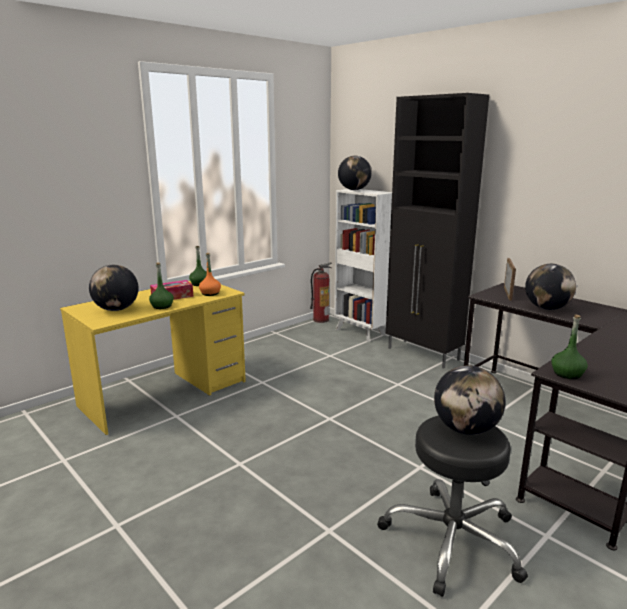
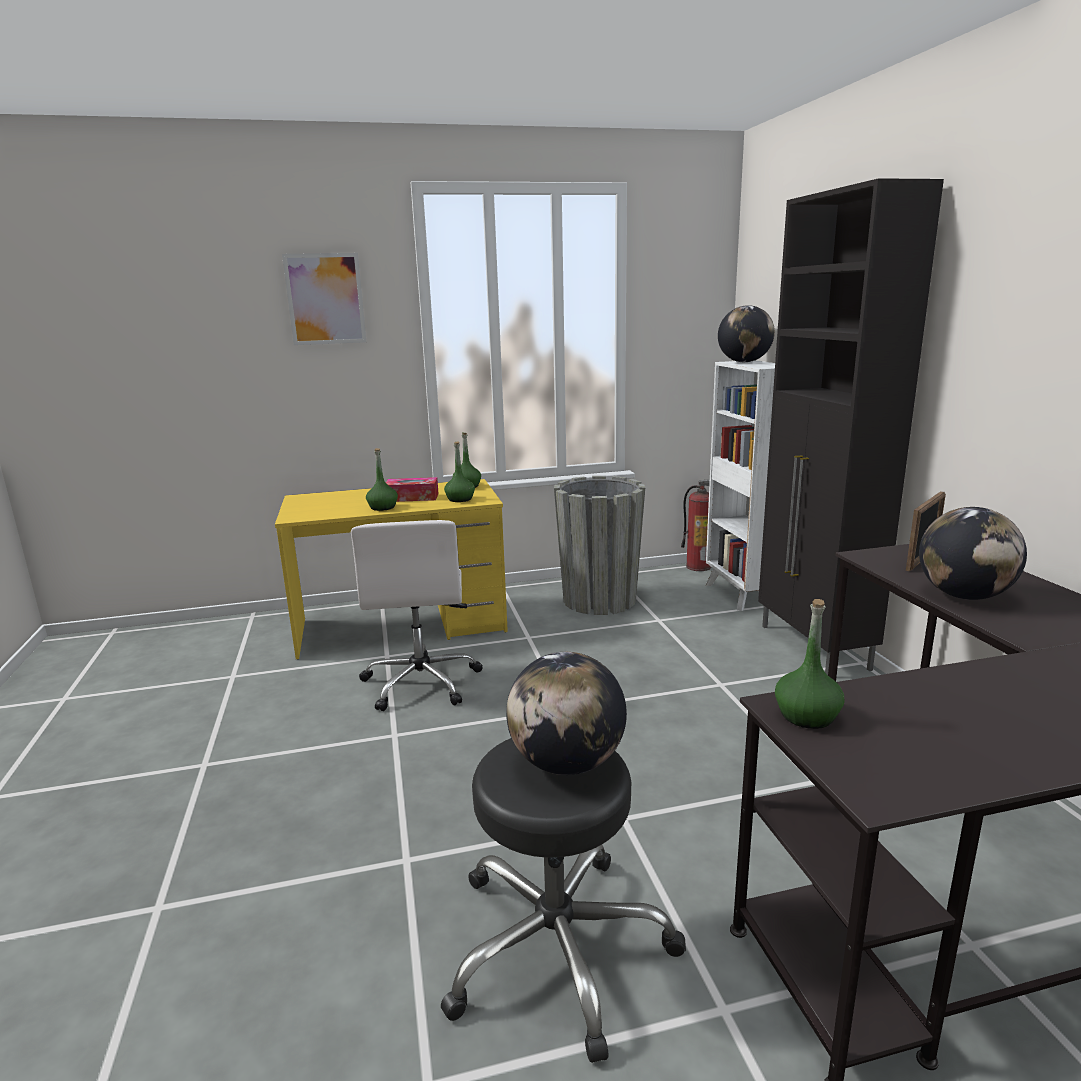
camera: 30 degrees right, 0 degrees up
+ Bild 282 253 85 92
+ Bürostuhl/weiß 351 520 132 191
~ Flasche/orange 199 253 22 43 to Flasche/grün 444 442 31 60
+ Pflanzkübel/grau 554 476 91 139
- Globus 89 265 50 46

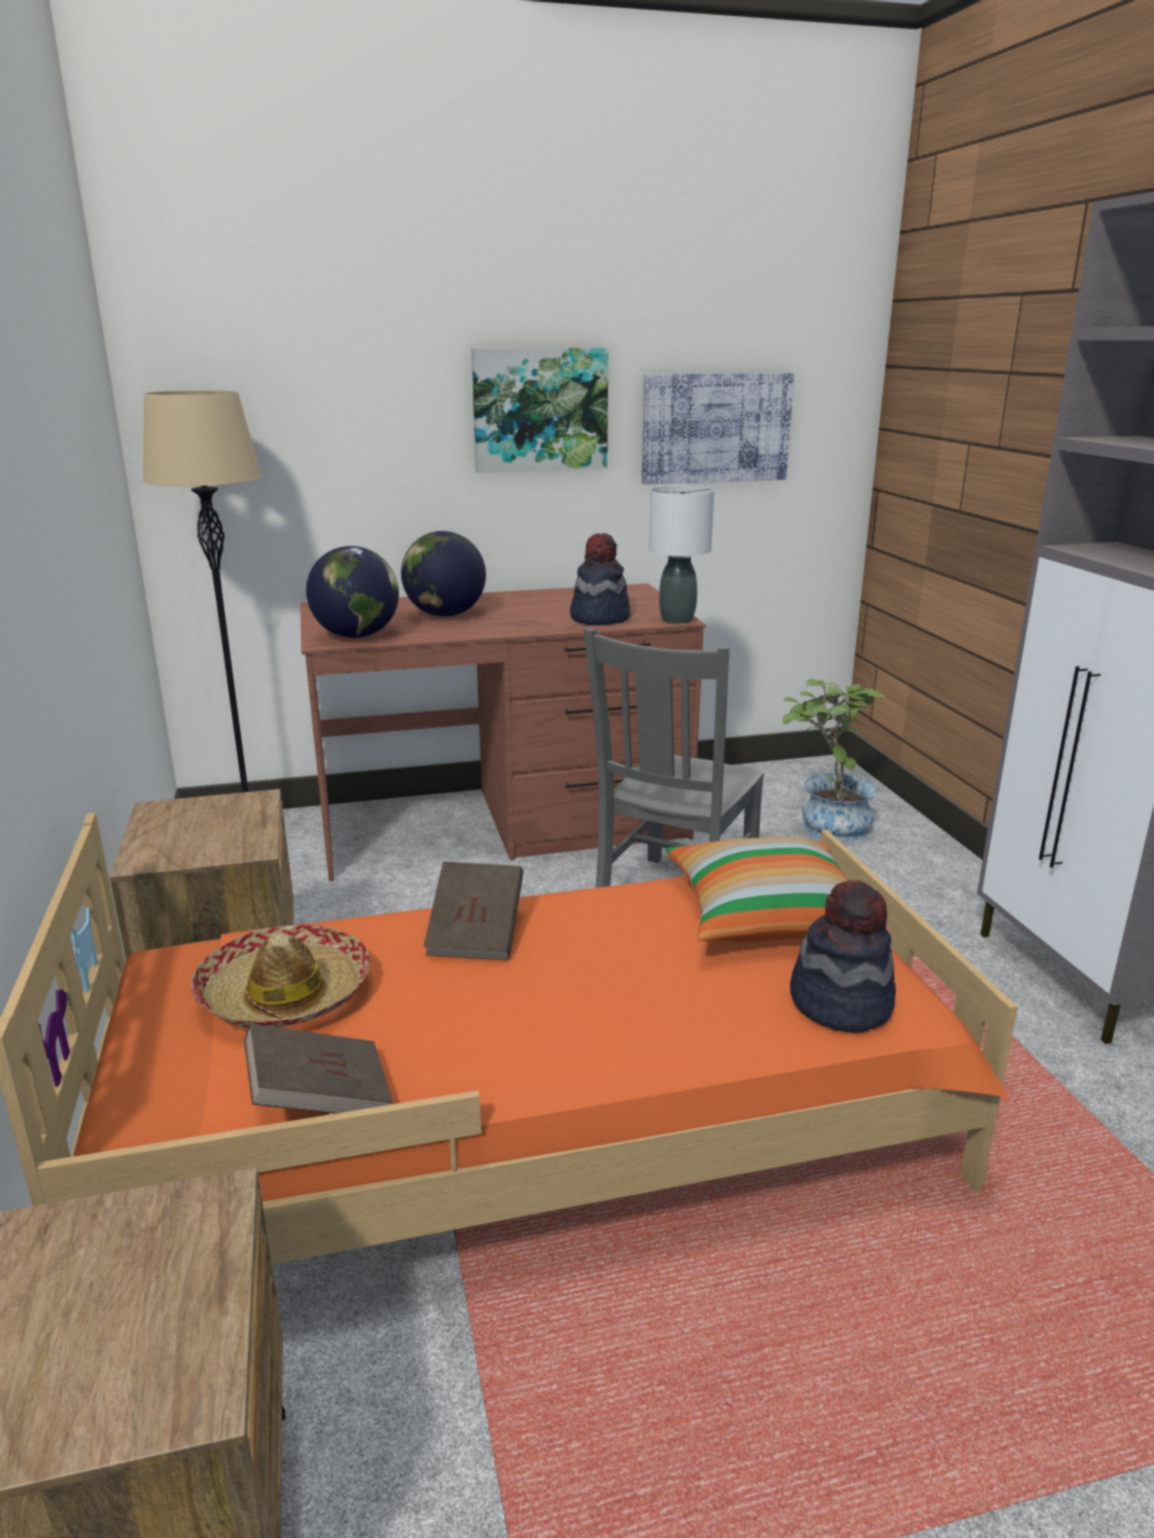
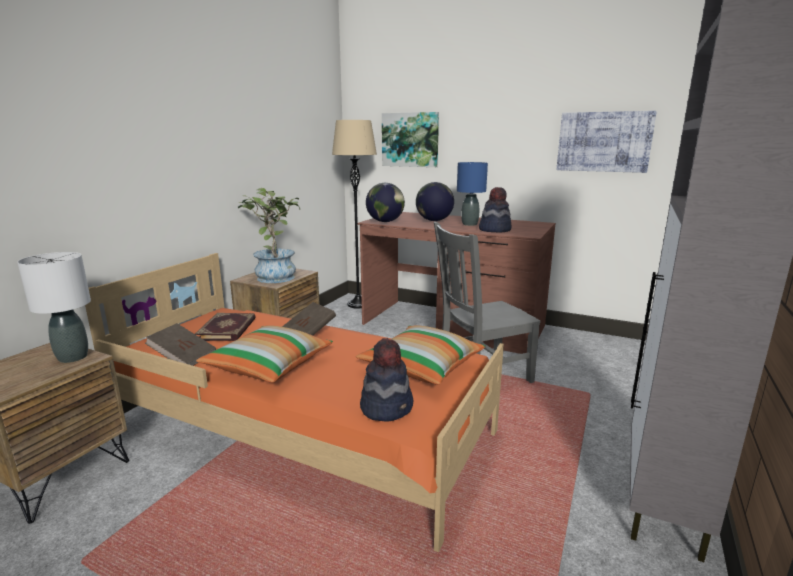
camera: 40 degrees right, 5 degrees down
~ Tischlampe/weiß 649 485 65 139 to 17 252 74 111
~ Hut 191 925 179 103 to Buch 195 313 61 28
+ Kissen 196 325 137 58
~ Topfpflanze 782 679 103 164 to 238 188 62 95
~ Bild 471 348 138 125 to 382 112 57 55
+ Tischlampe/blau 457 162 31 64

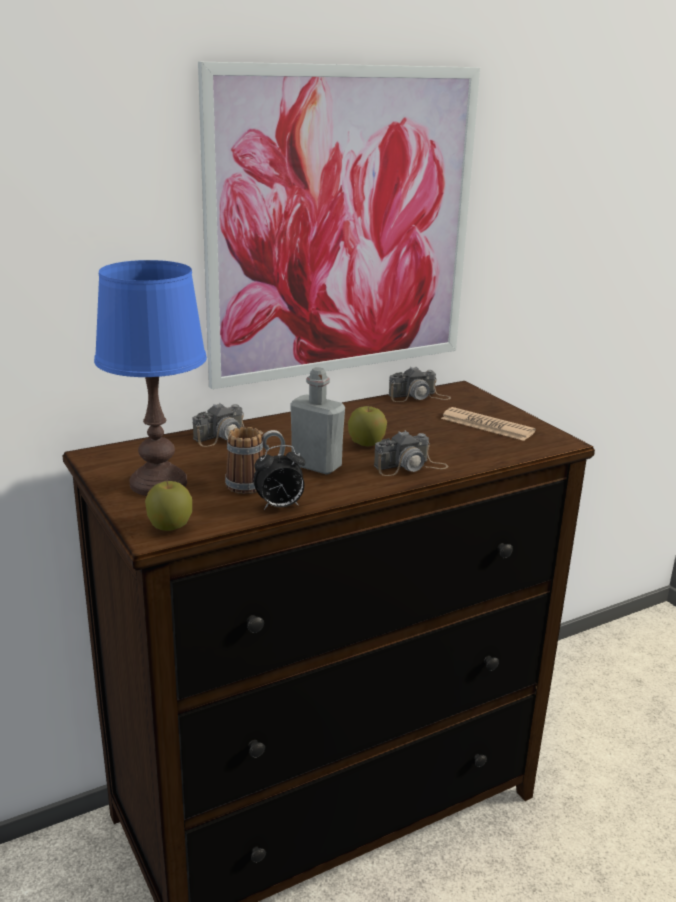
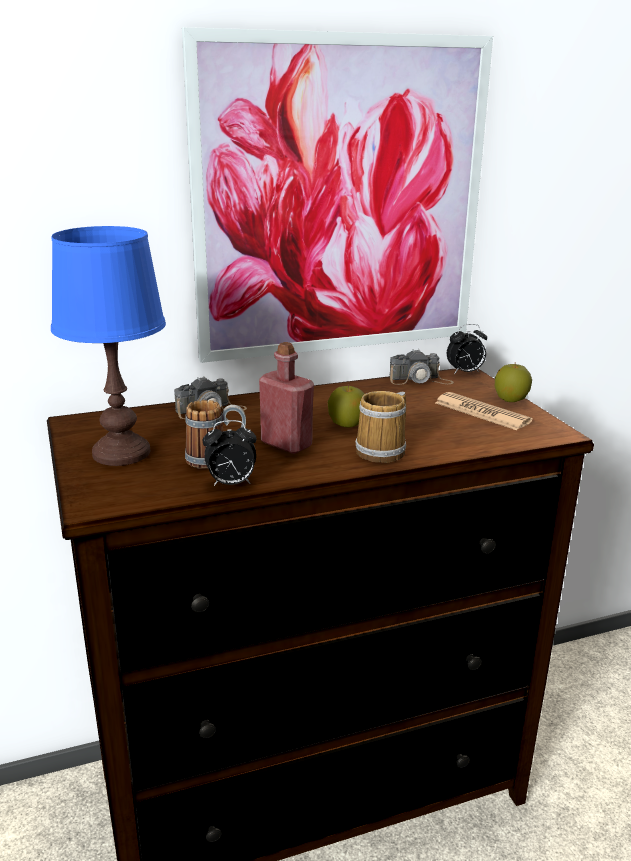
camera: 10 degrees right, 0 degrees up
~ Flasche/grau 290 367 55 108 to Flasche/rot 259 342 55 112
~ Kamera 374 431 75 45 to Henkelbecher 355 391 51 72
+ Wecker 447 324 40 50
~ Apfel 145 481 47 50 to 495 362 37 40

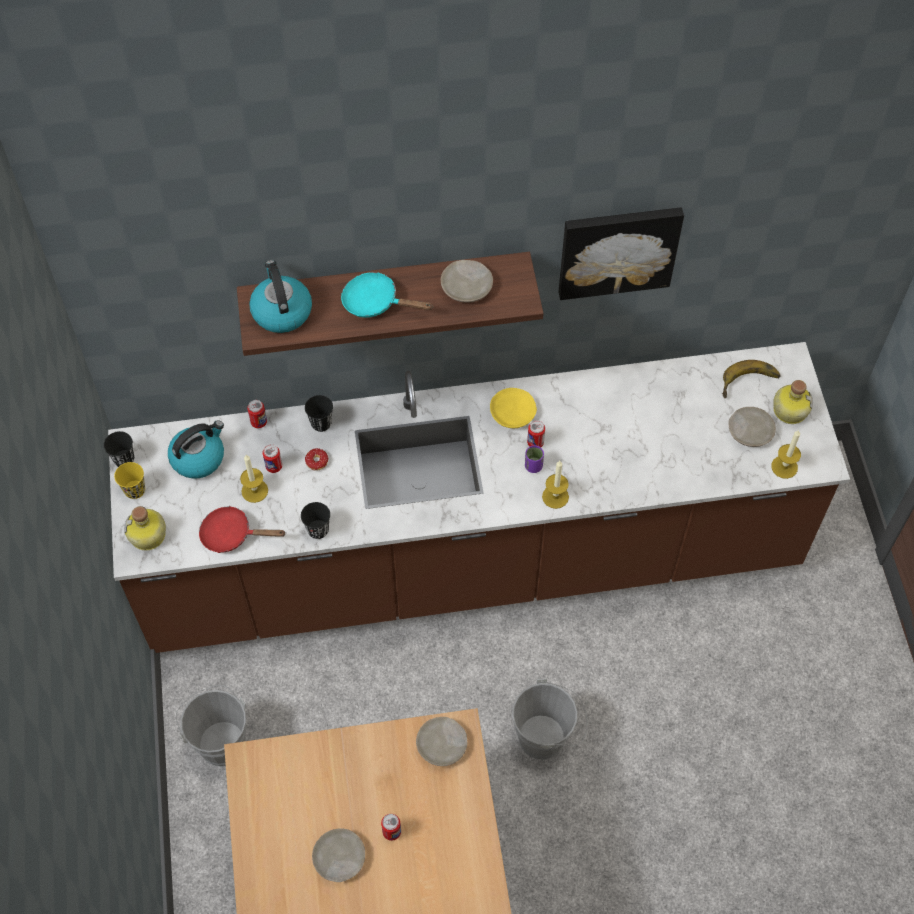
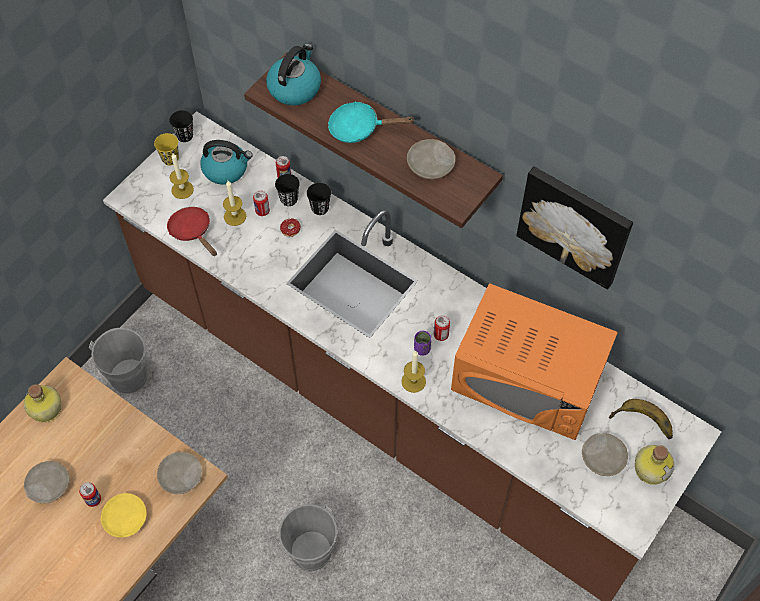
camera: 45 degrees right, 0 degrees up
~ Flasche 124 506 42 45 to 24 384 37 38
~ Teller/gelb 490 388 47 40 to 101 493 46 45
~ Kerze 771 430 30 49 to 169 153 25 46
~ Tasse/schwarz 301 502 29 37 to 275 174 25 32
~ Pfanne/türkis 341 272 93 46 = 328 102 87 41 60 degrees counterclockwise
+ Mikrowelle/orange 451 283 167 157

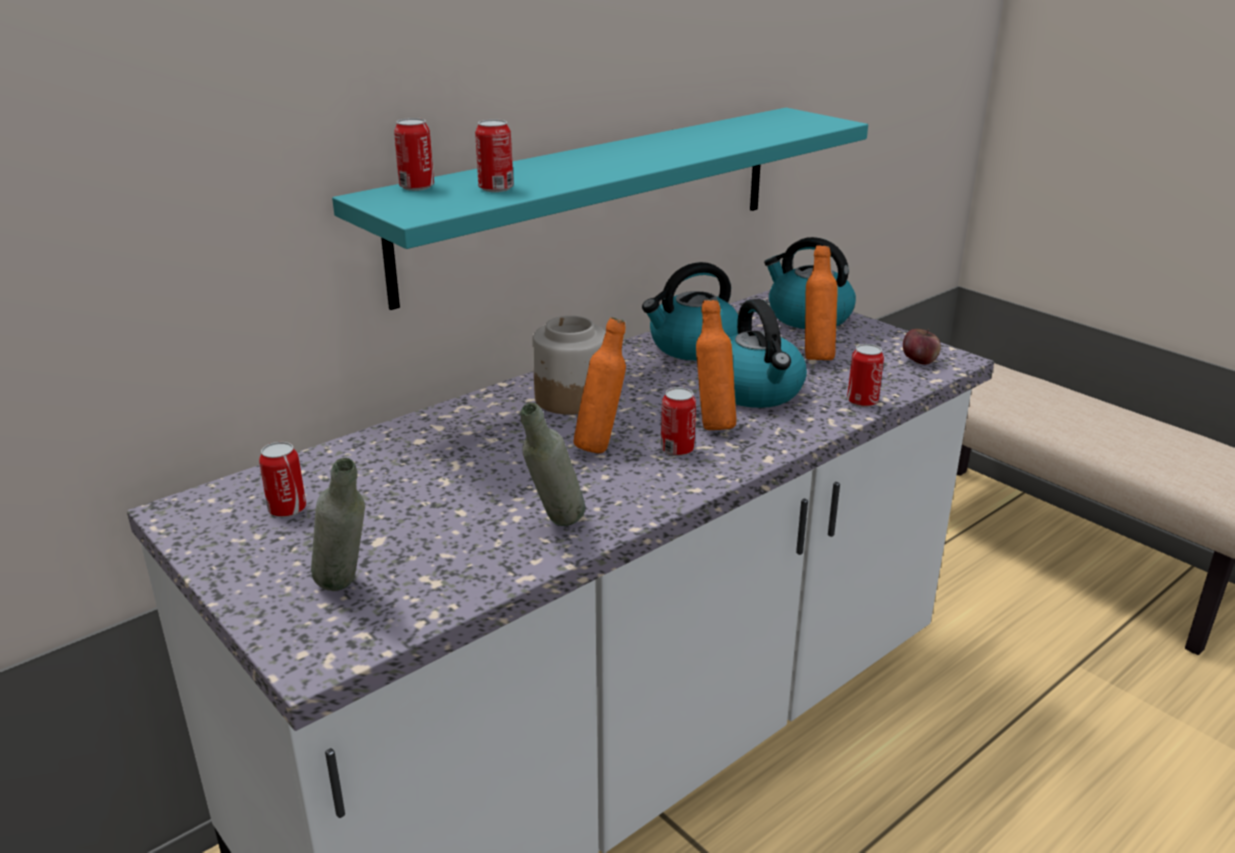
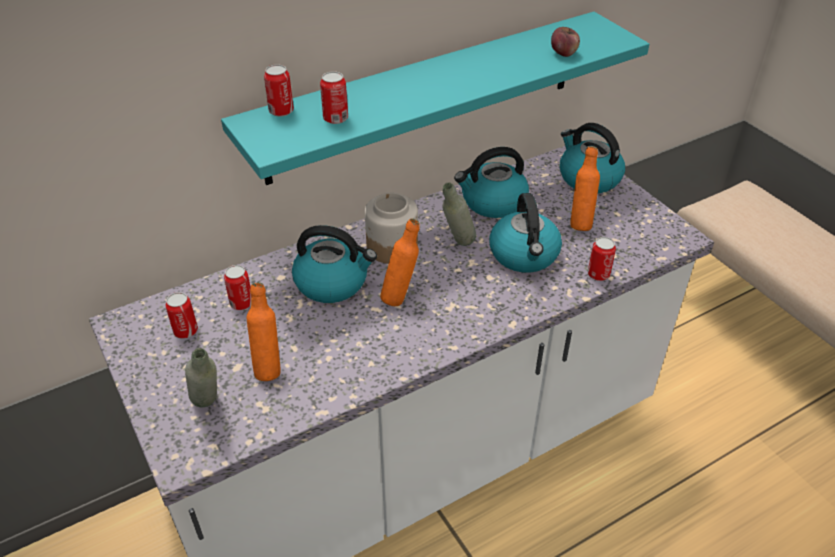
camera: 10 degrees right, 15 degrees up
~ Dose 661 387 35 69 to 224 265 27 45
~ Flasche/orange 696 300 40 130 to 247 282 34 99
+ Wasserkessel 292 225 85 78
~ Flasche/grau 521 403 64 123 to 443 182 33 64
~ Apfel 903 329 38 36 to 551 27 29 30

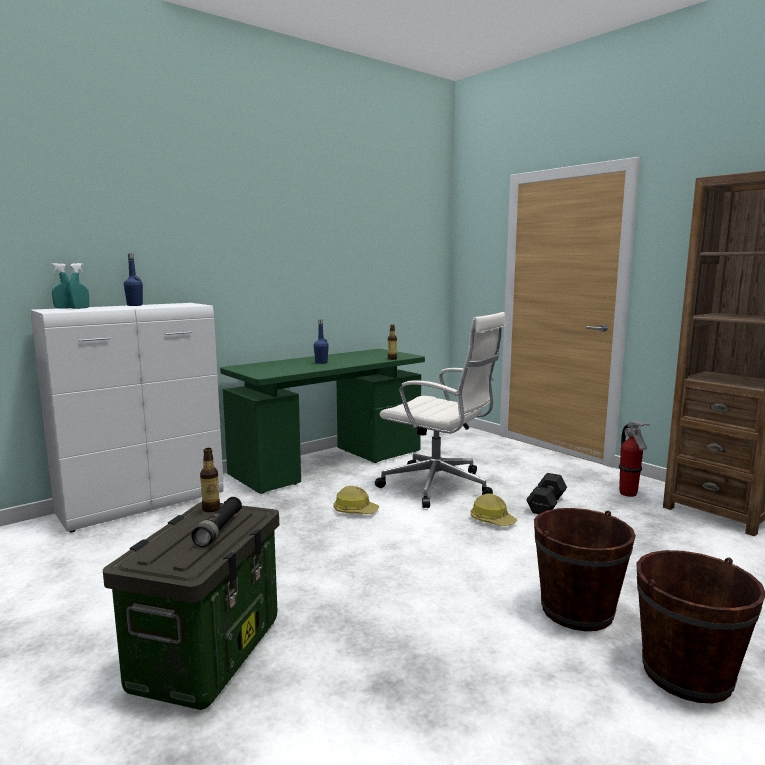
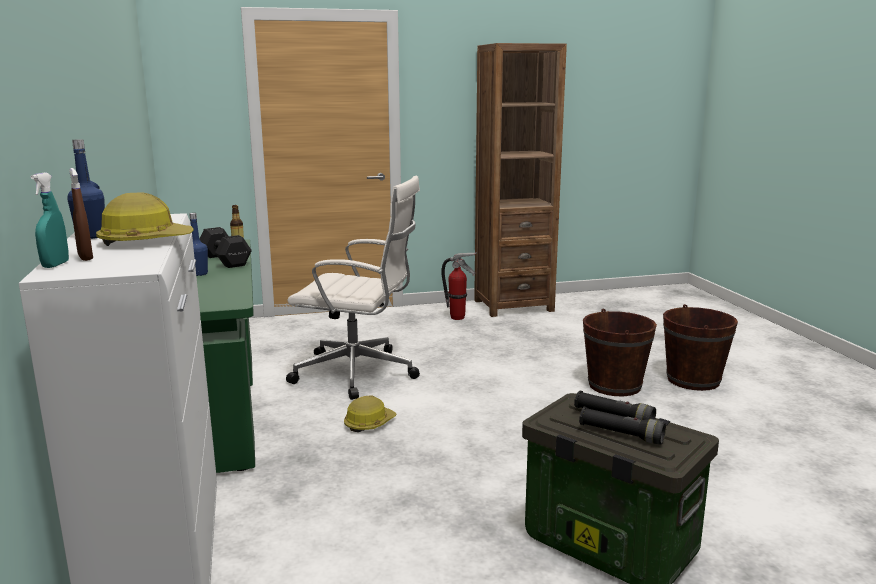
camera: 65 degrees left, 5 degrees up
~ Sprühflasche/türkis 69 263 20 46 to Sprühflasche/braun 69 168 24 93
~ Schutzhelm 471 494 46 32 to 96 192 98 54
~ Hantel/schwarz 526 473 41 41 to 200 227 52 41
~ Bürostuhl/weiß 375 312 131 196 = 286 176 134 224 45 degrees clockwise
+ Taschenlampe/schwarz 579 407 87 37
- Flasche 200 448 20 64

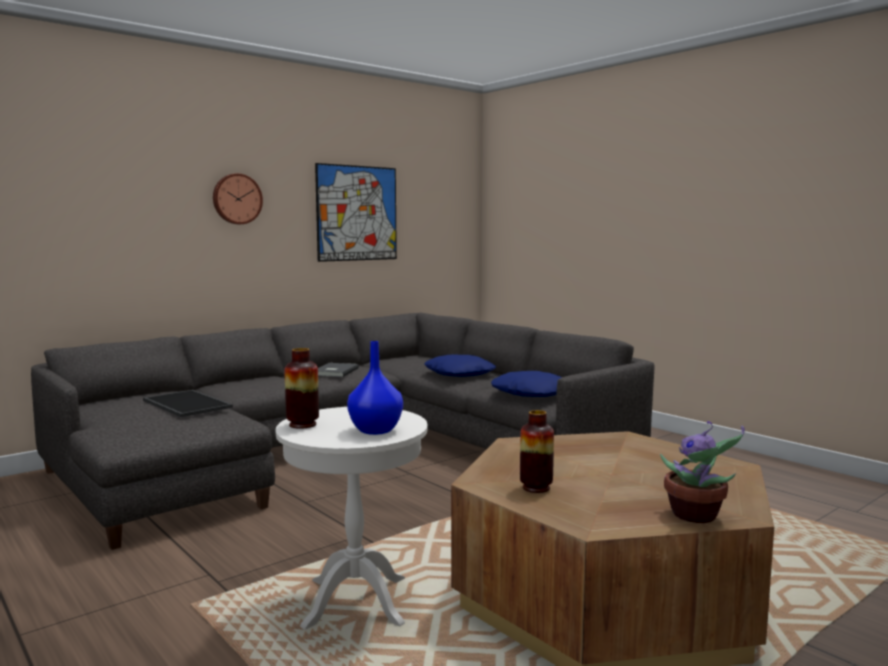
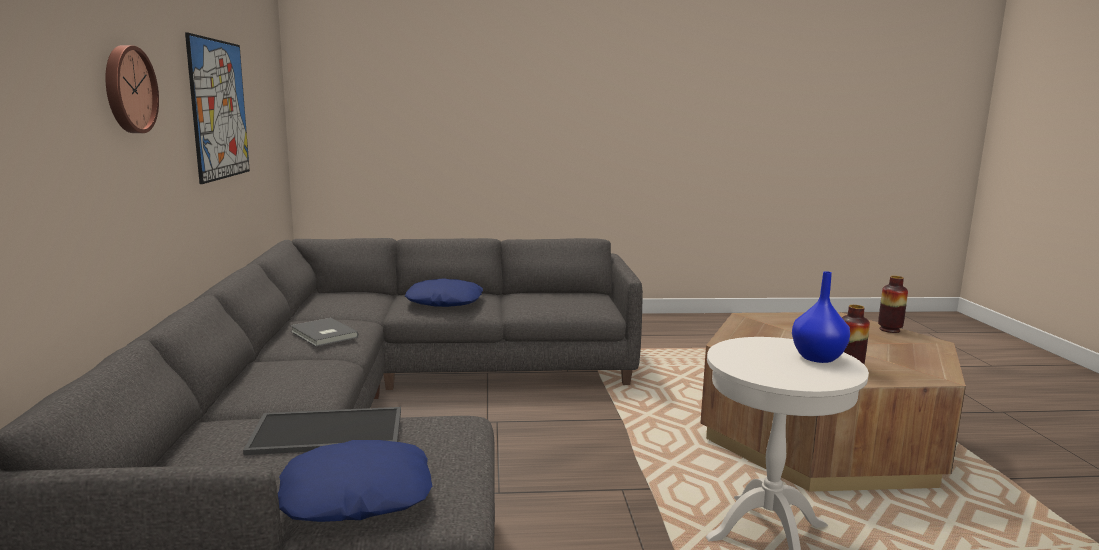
camera: 55 degrees left, 5 degrees up
~ Kissen/blau 491 371 71 26 to 278 440 154 82
~ Vase 285 348 34 81 to 878 276 30 57
- Topfpflanze 660 421 85 102

